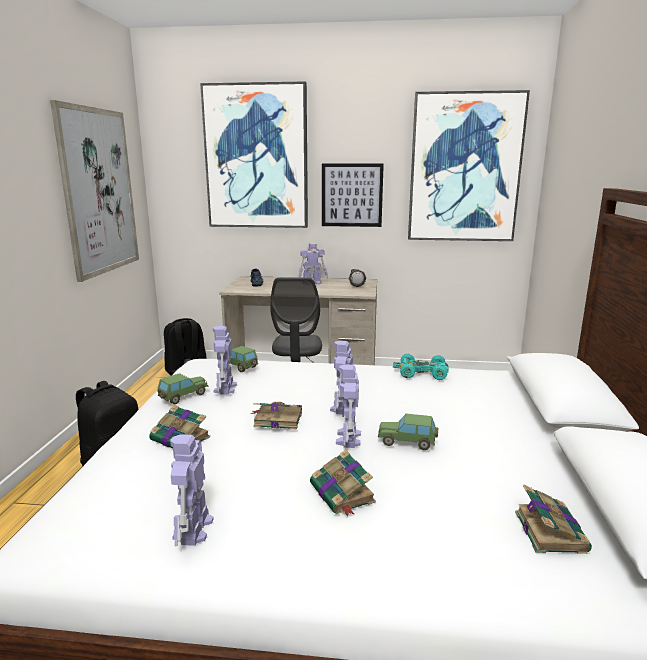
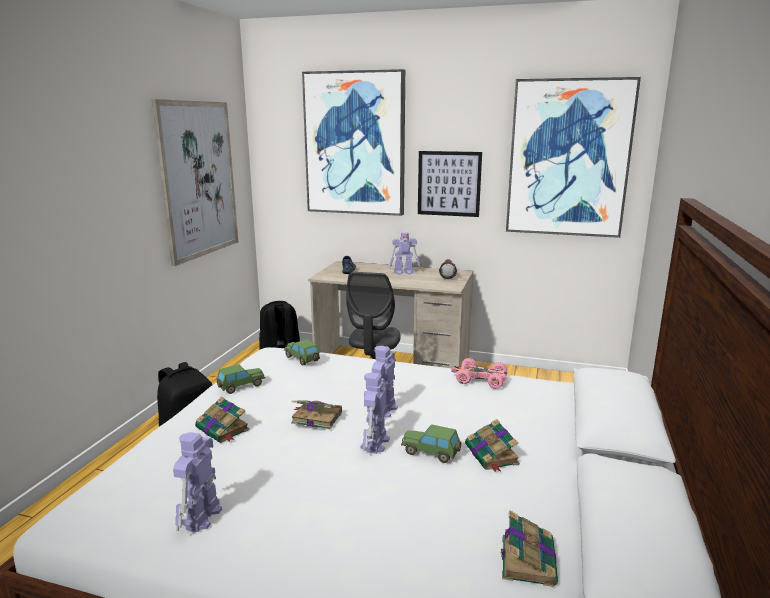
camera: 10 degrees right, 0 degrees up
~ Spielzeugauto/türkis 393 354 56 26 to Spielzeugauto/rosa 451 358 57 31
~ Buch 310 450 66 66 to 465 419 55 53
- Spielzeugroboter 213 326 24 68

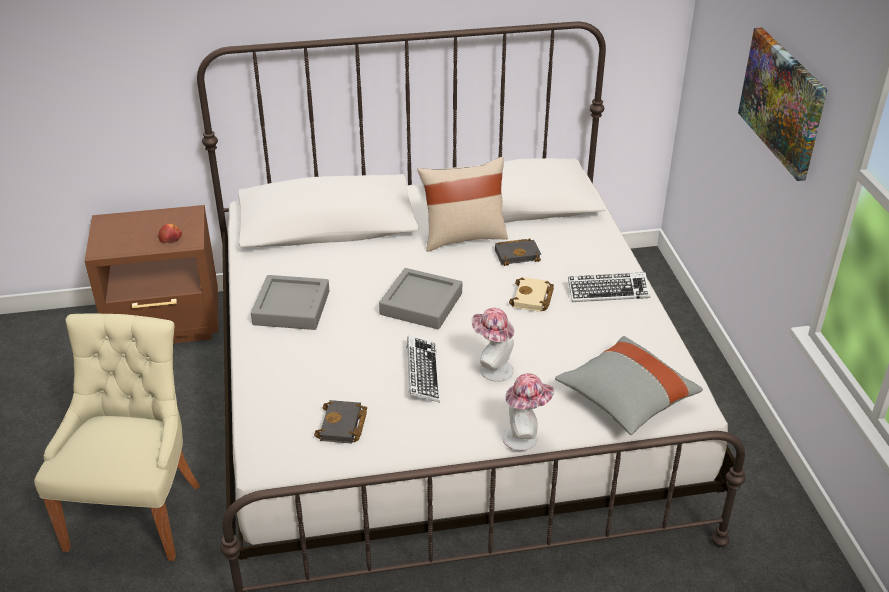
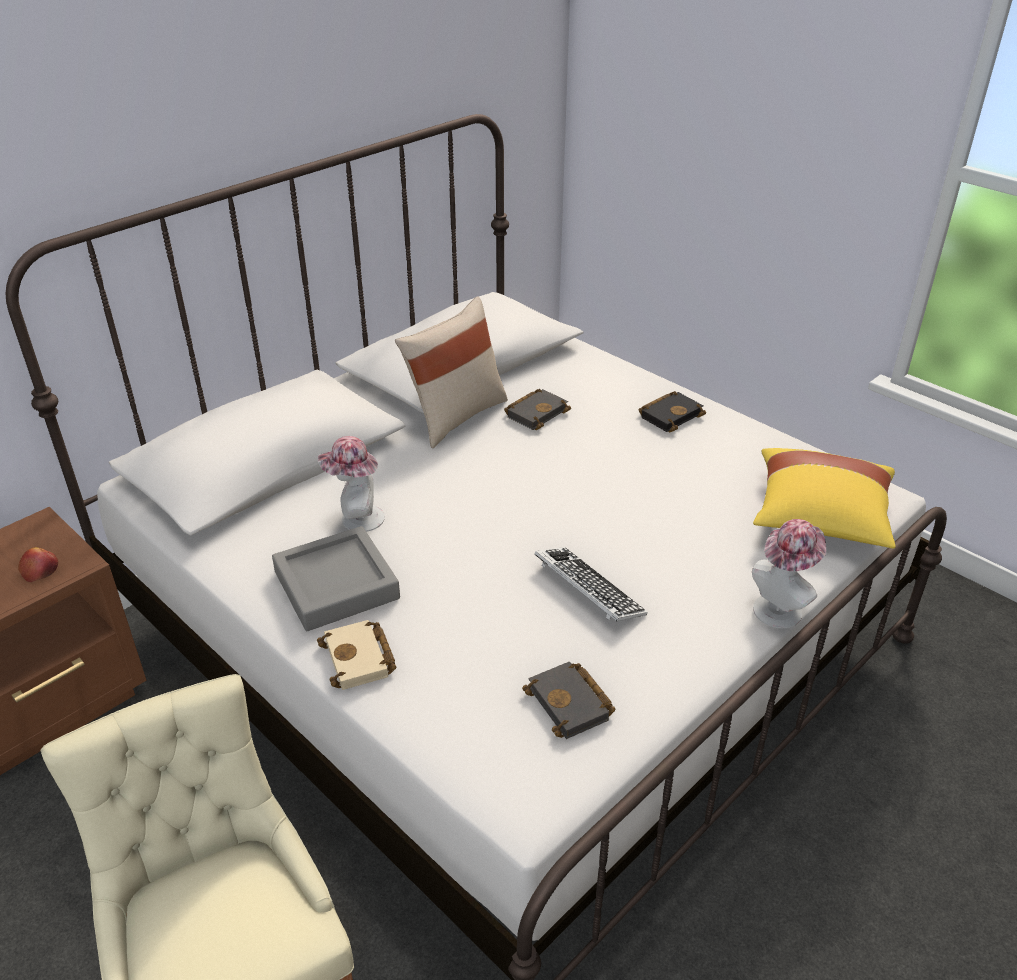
camera: 35 degrees left, 0 degrees up
~ Buch/beige 509 277 45 35 to 317 620 79 70
~ Hut 472 308 42 74 to 318 436 67 96
~ Tastatur 568 272 83 30 to Buch/schwarz 638 391 68 42
~ Kissen/grau 555 336 148 99 to Kissen/gelb 753 448 143 101
- Tablett/grau 379 268 83 61
- Bild 738 27 90 154

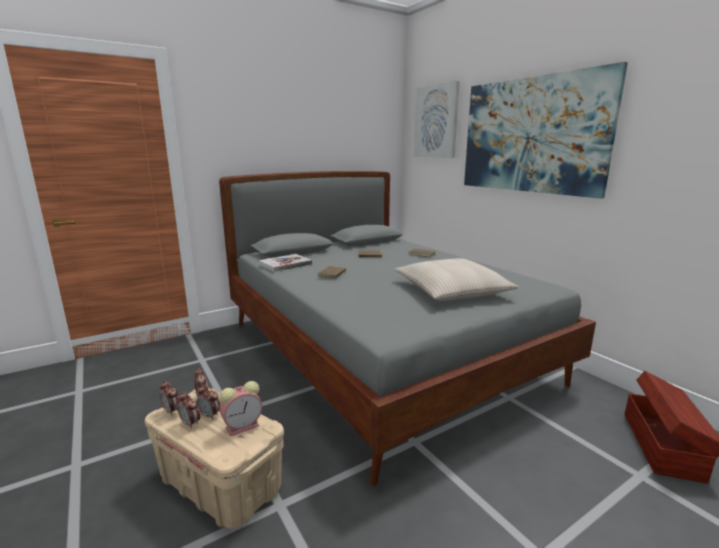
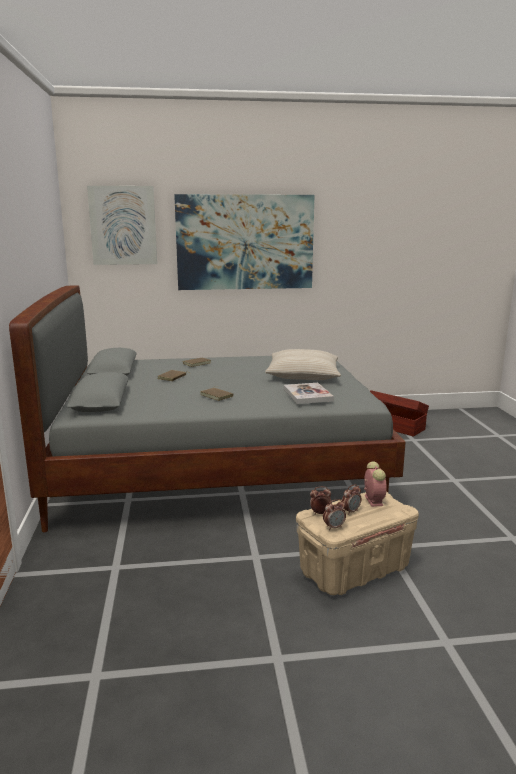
camera: 65 degrees left, 0 degrees up
~ Buch 259 254 53 18 to 284 383 50 21
- Wecker 178 392 22 37

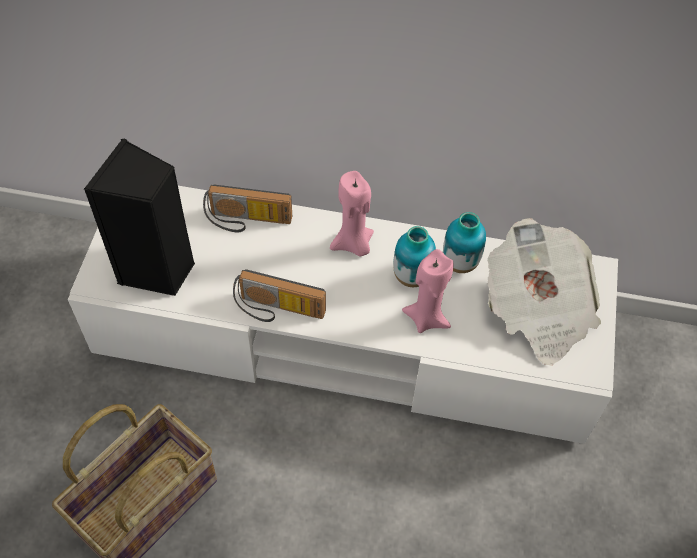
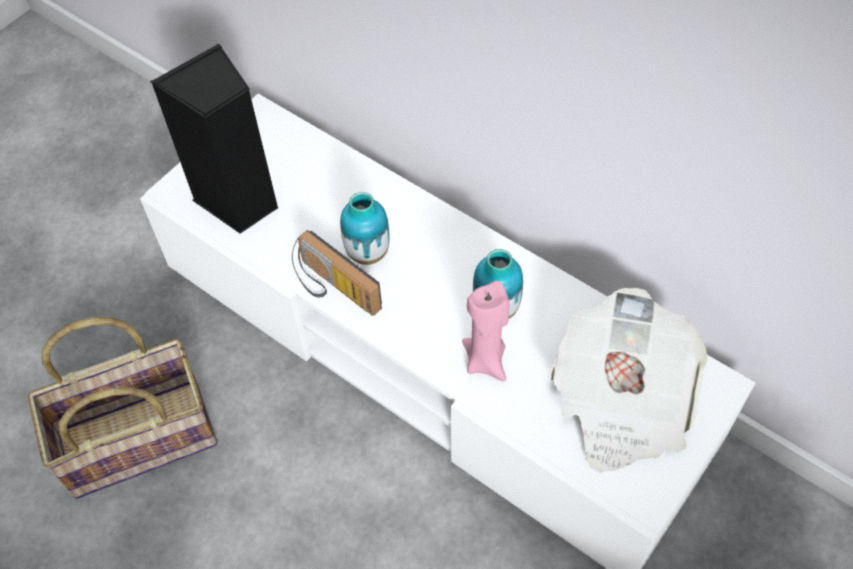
camera: 30 degrees right, 0 degrees up
~ Vase 443 212 43 61 to 340 192 50 73
- Radio 203 184 89 49
- Kerze/rosa 330 171 44 85

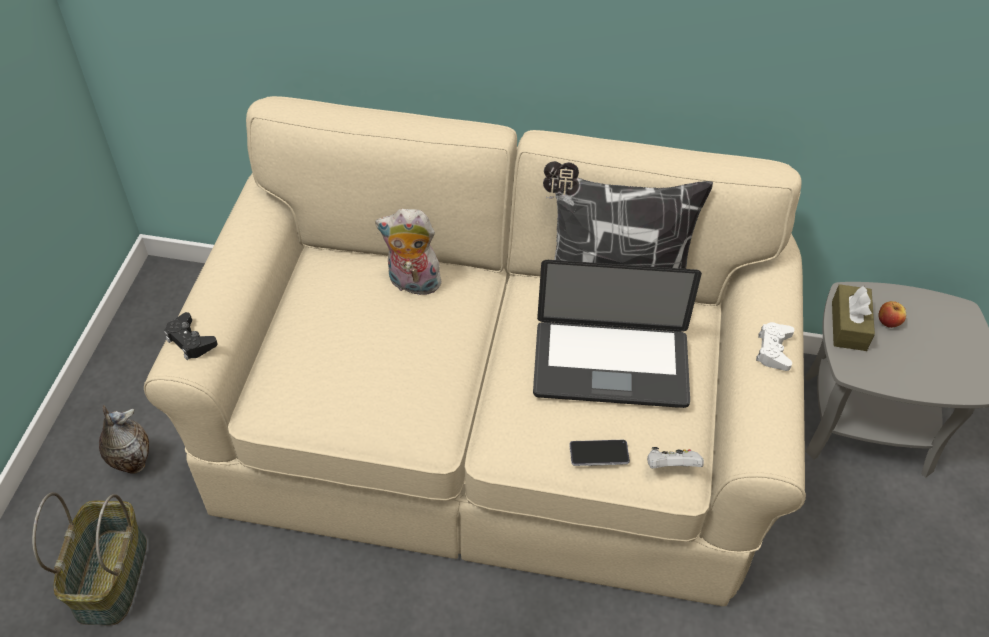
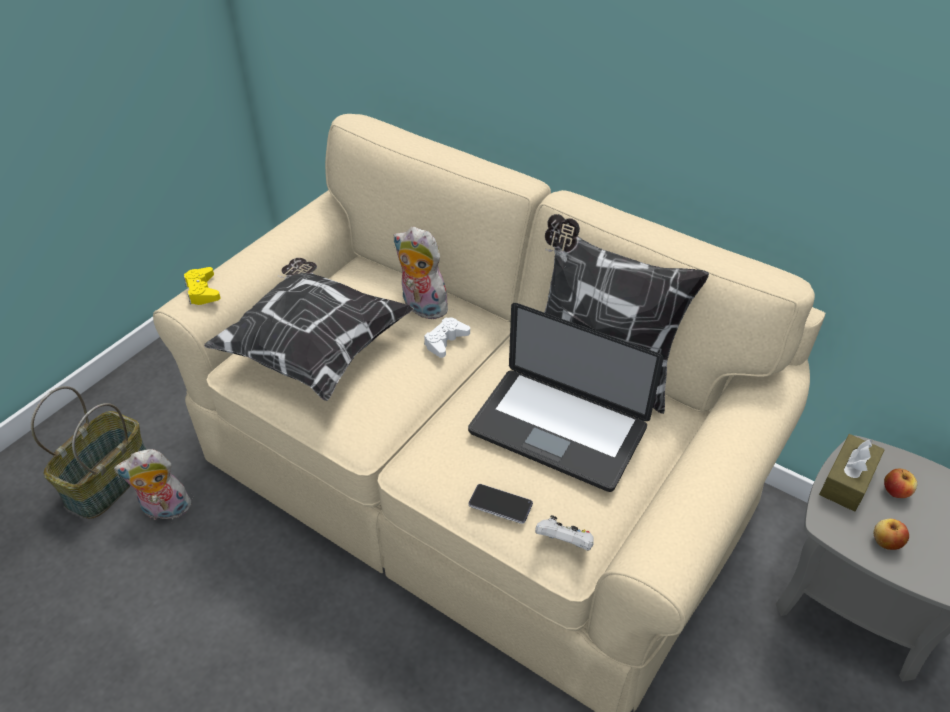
camera: 25 degrees right, 5 degrees down
+ Plüschtier 114 449 77 71
~ Gamepad/schwarz 164 312 53 48 to Gamepad/gelb 184 267 36 38
+ Kissen 204 258 210 143
~ Gamepad/weiß 756 322 38 49 to 424 317 46 41
+ Apfel 874 519 35 31
- Vase 99 405 50 69

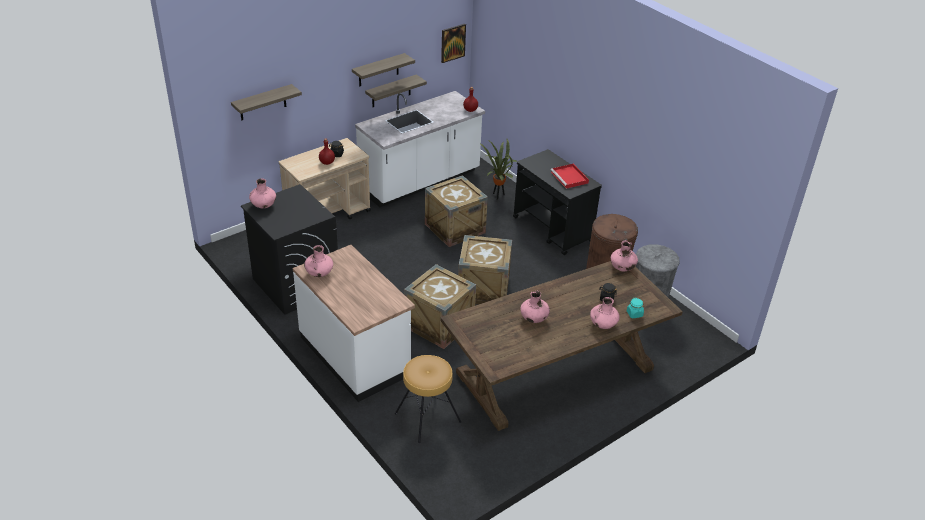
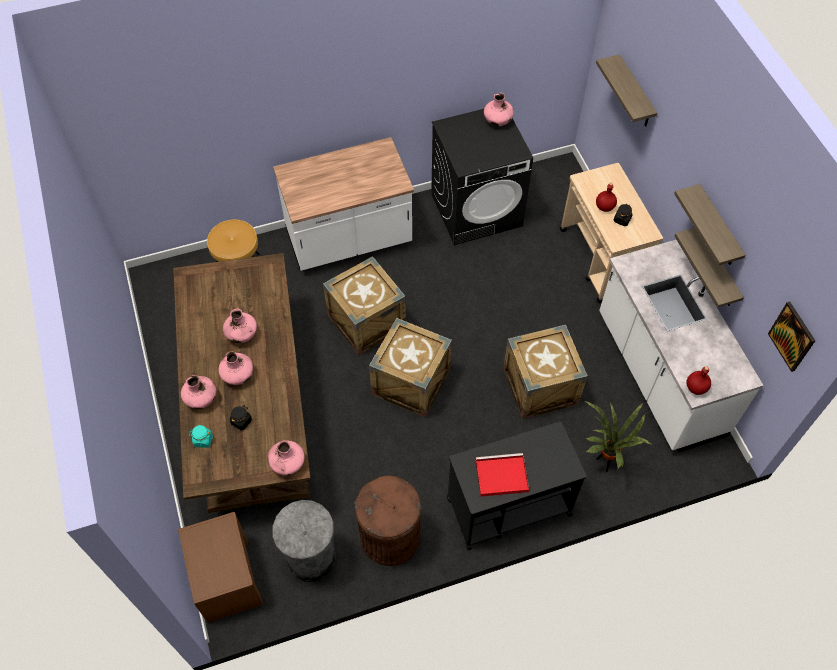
camera: 110 degrees right, 20 degrees up
+ Nachttisch/braun 178 512 85 111
~ Vase/rosa 304 245 29 32 to 219 351 34 34

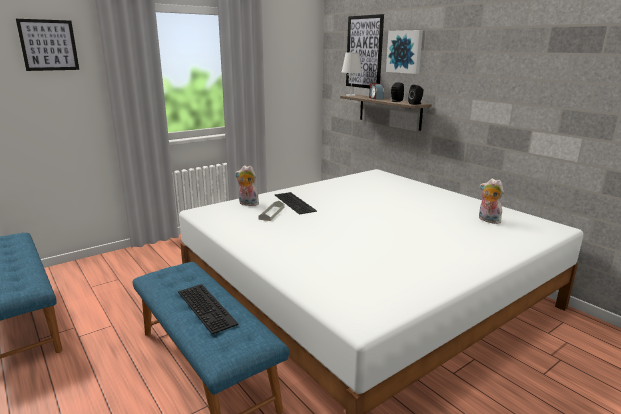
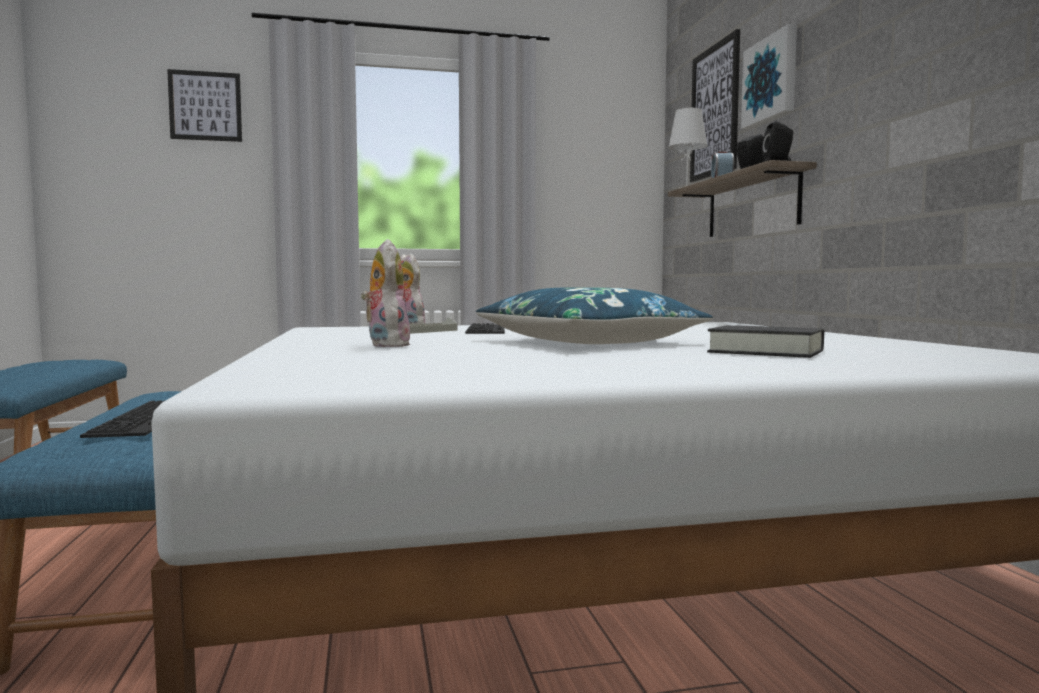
camera: 25 degrees right, 15 degrees down
~ Plüschtier 479 178 25 46 to 361 239 49 108
+ Kissen/blau 476 287 237 57
+ Buch/schwarz 707 325 117 33

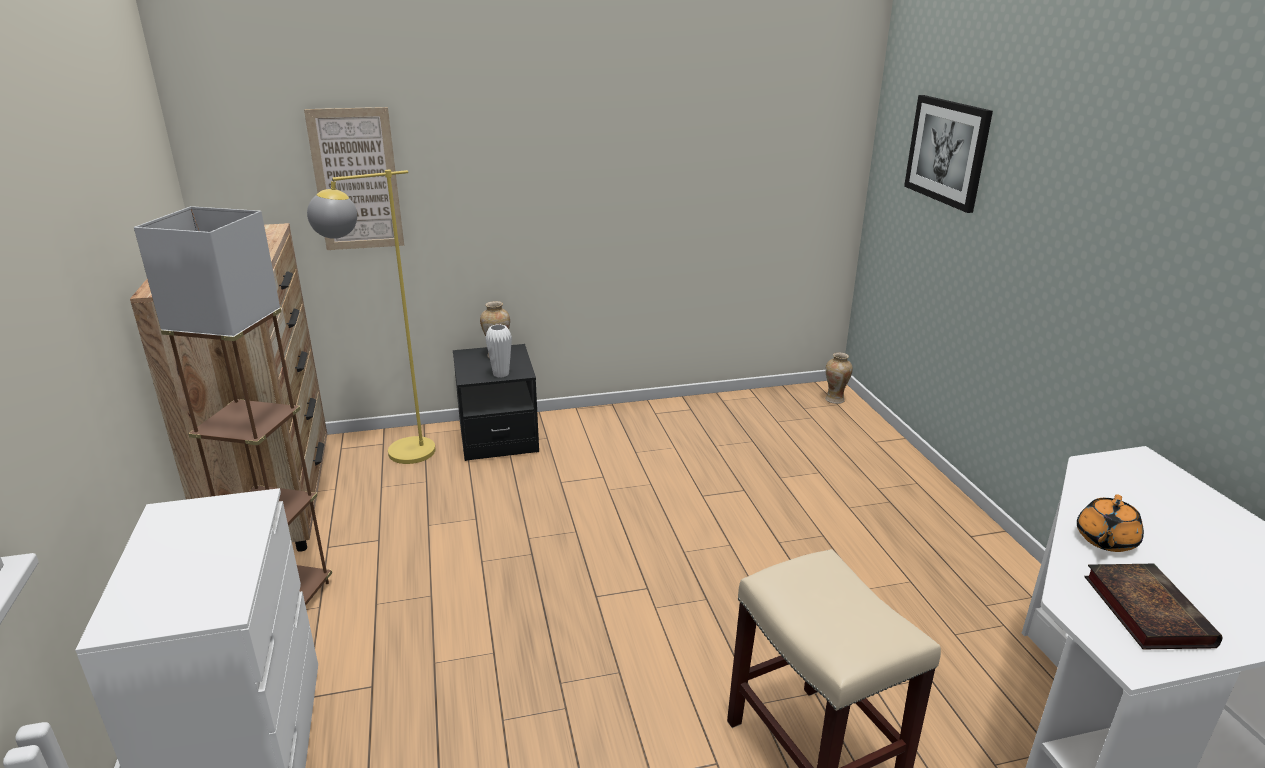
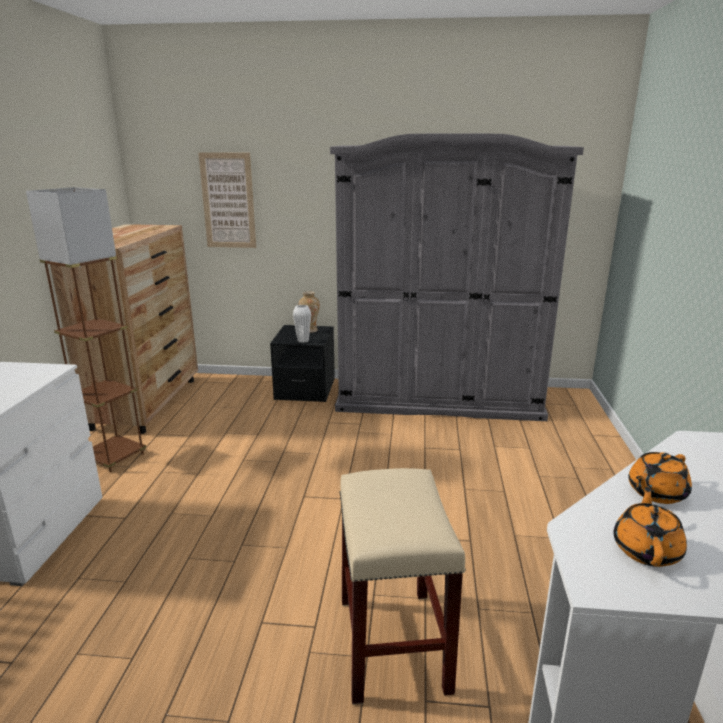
camera: 20 degrees right, 5 degrees down
+ Kleiderschrank/grau 330 134 254 287
~ Buch 1084 564 138 86 to Teekanne/orange 613 487 74 80
- Stehlampe/gelb 307 170 129 294
- Vase 825 352 28 52
- Bild 904 95 89 118

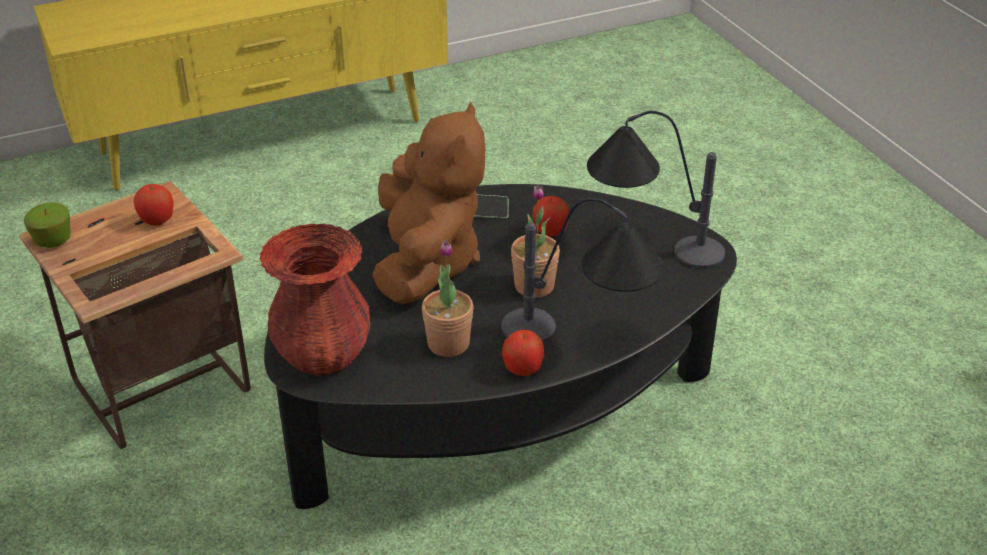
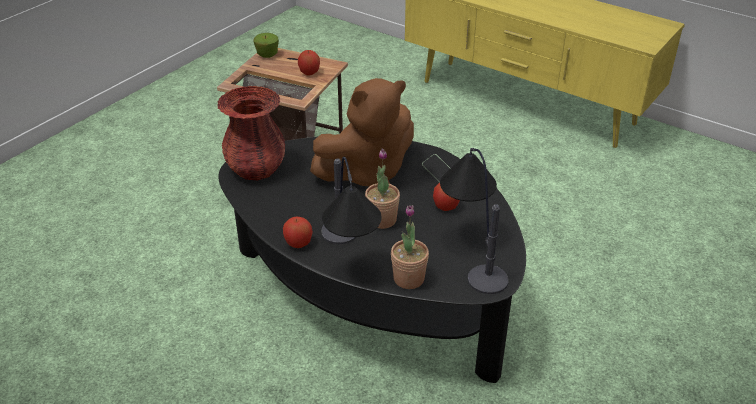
camera: 60 degrees right, 0 degrees up
~ Topfpflanze 422 240 51 117 to 391 205 38 84

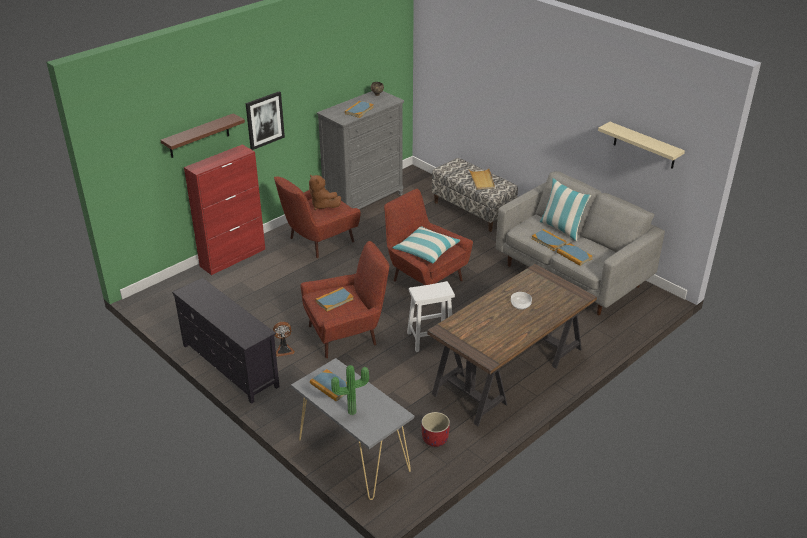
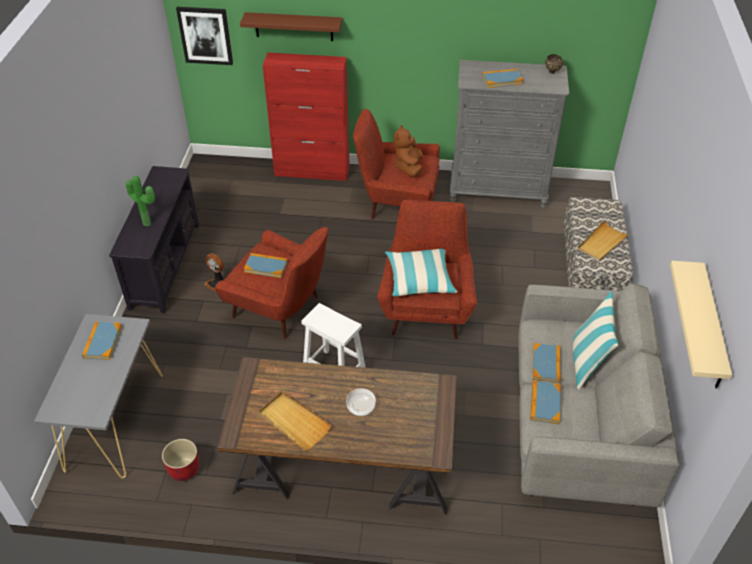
camera: 50 degrees right, 10 degrees up
~ Topfpflanze 331 365 38 50 to 125 176 30 50
~ Bild 246 91 39 59 to 176 7 57 58
+ Tablett/beige 259 392 73 59

